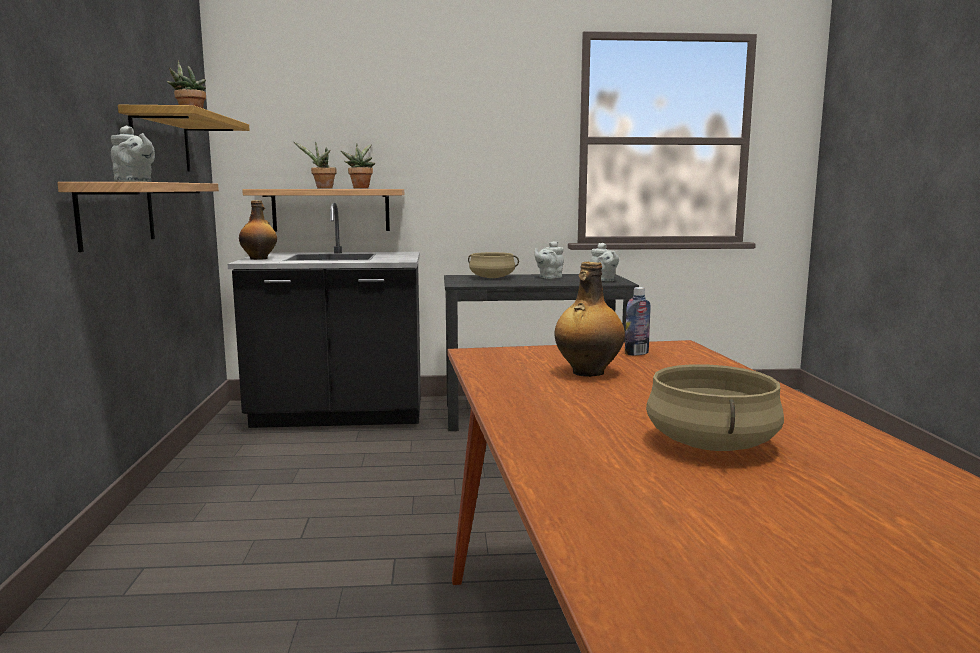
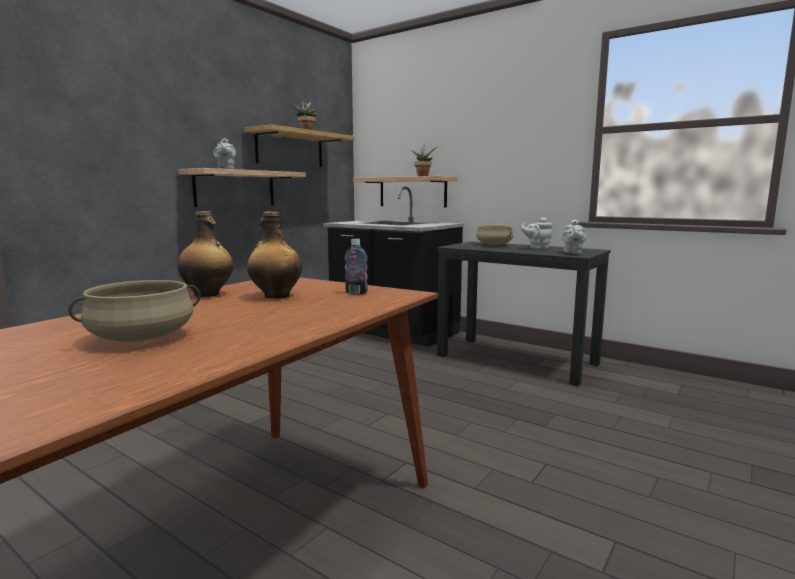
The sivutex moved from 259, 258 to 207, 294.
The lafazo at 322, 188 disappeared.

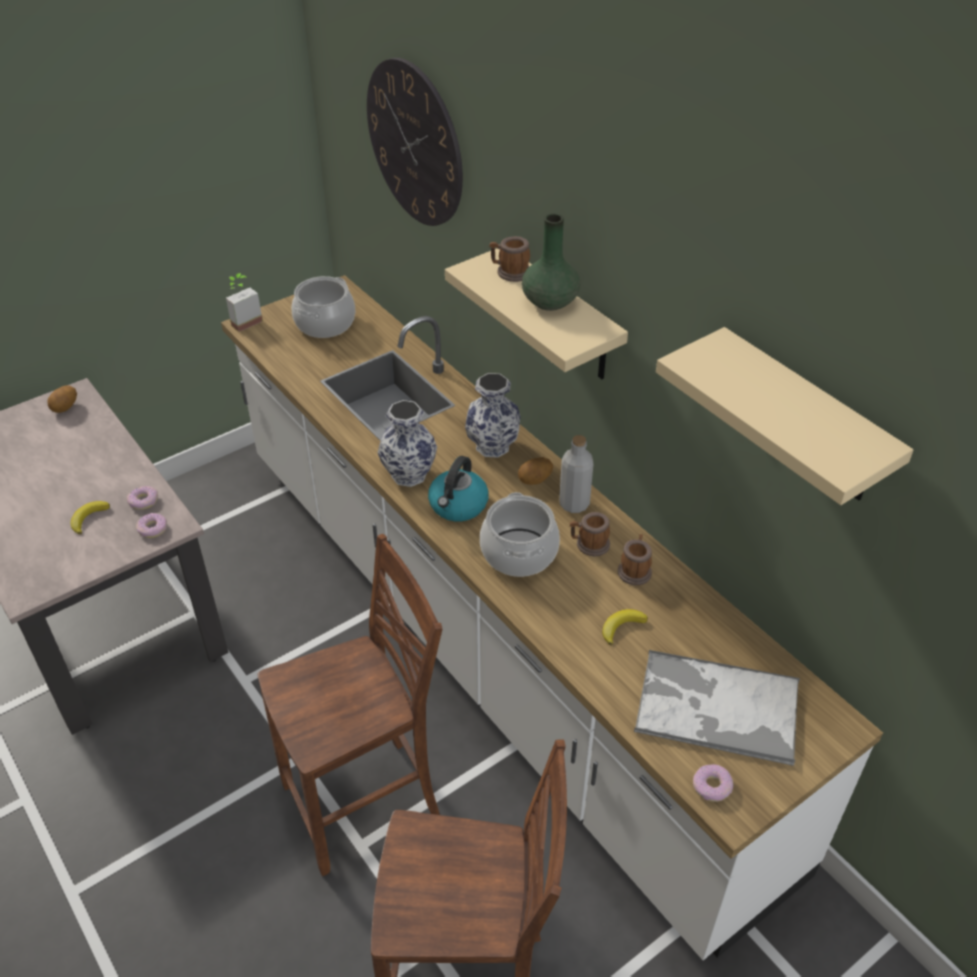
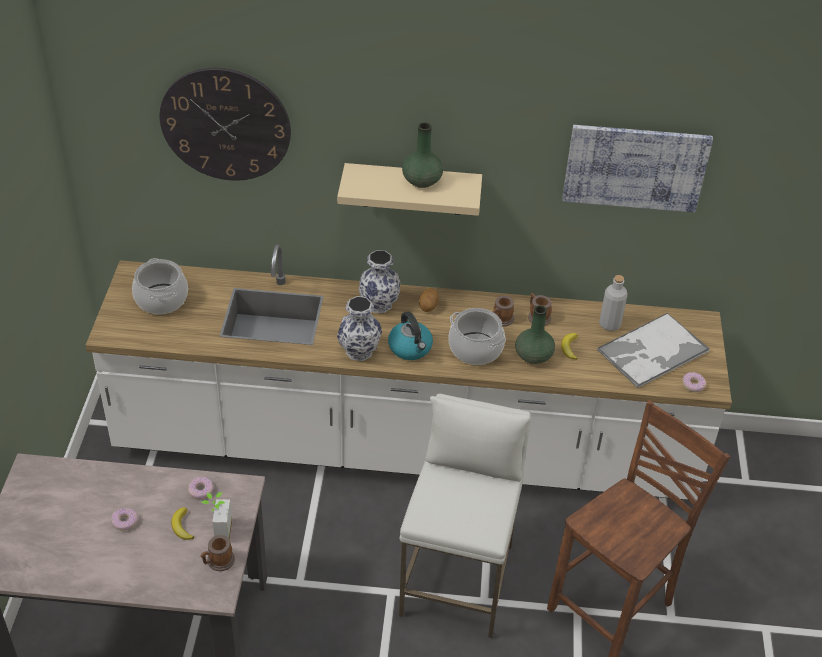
The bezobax at 66, 408 disappeared.
The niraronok moved from 152, 529 to 125, 522.
The lafazo moved from 243, 321 to 217, 531.
The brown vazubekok at 366, 803 was replaced by the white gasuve at 458, 579.
The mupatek moved from 510, 272 to 218, 562.
The grey sivutex moved from 574, 504 to 609, 324.
The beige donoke at 803, 419 was replaced by the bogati at 635, 167.
The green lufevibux at 533, 356 appeared.

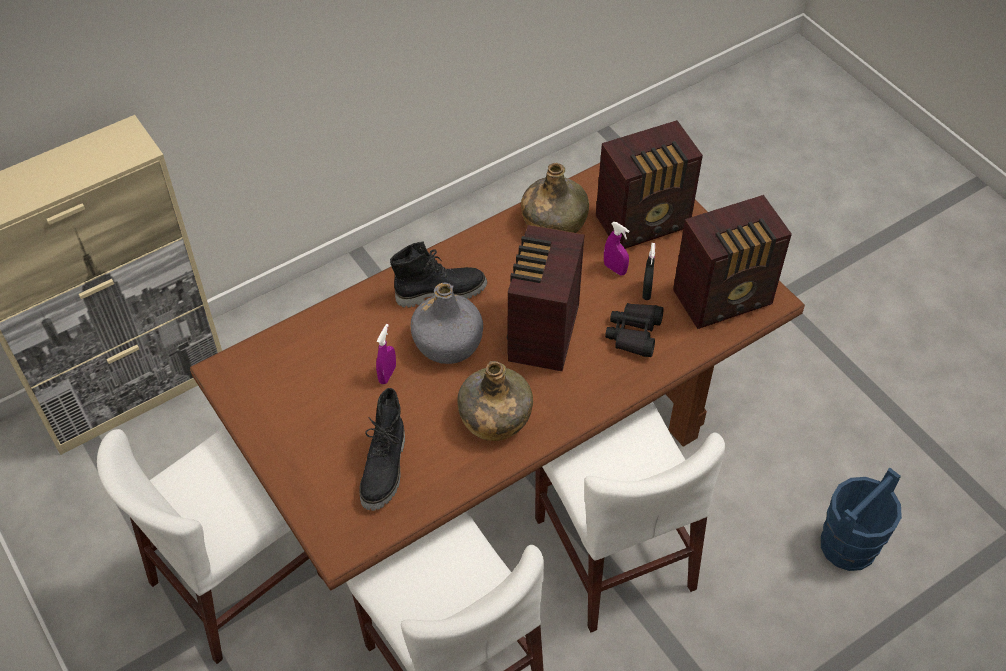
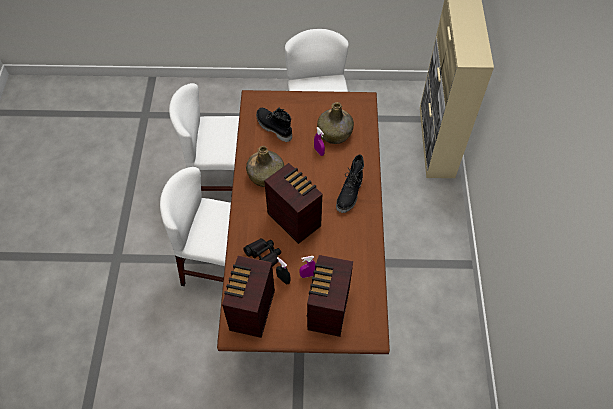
The grey sivutex at 448, 342 disappeared.
The green sivutex moved from 554, 222 to 335, 133.
The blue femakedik at 849, 545 disappeared.

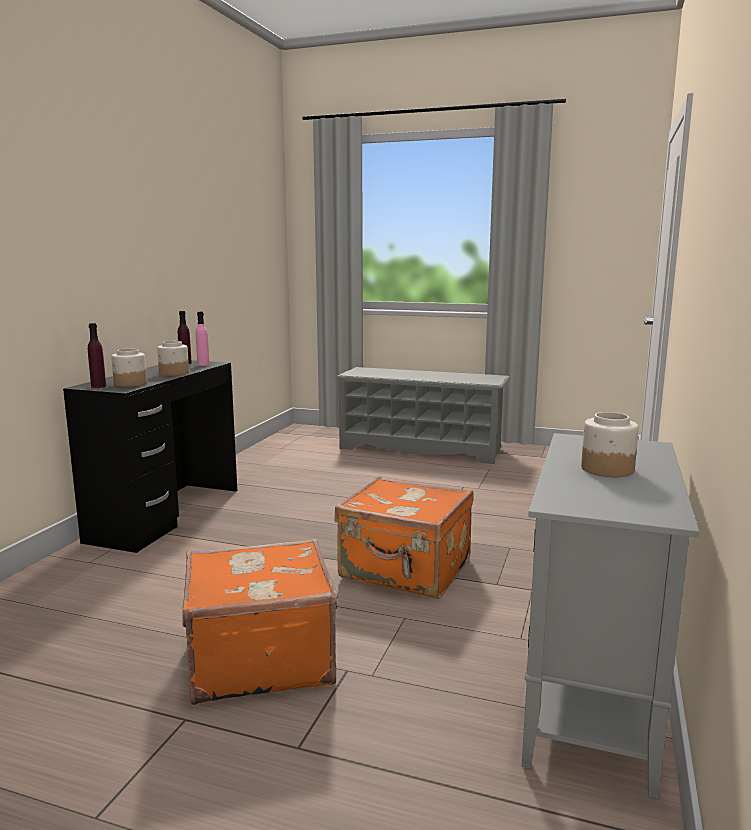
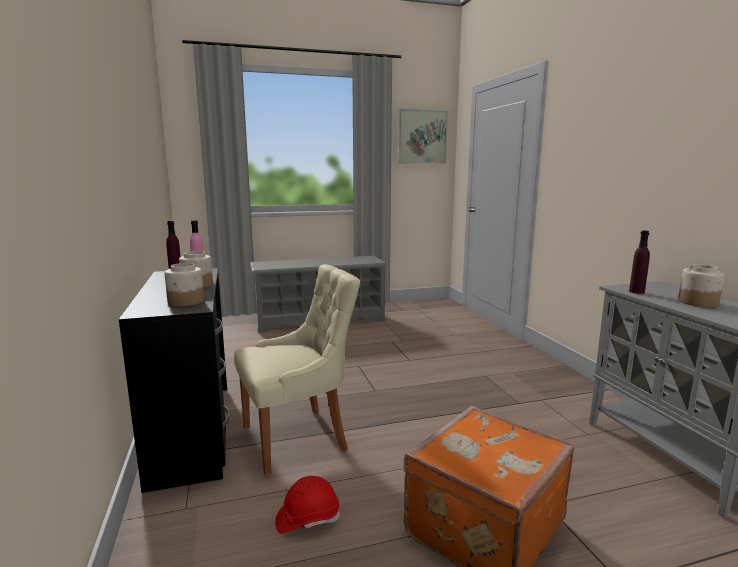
The purple sivutex moved from 98, 386 to 636, 292.
The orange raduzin at 405, 571 disappeared.
The beige vazubekok at 298, 437 appeared.
The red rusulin at 307, 518 appeared.
The bogati at 422, 137 appeared.

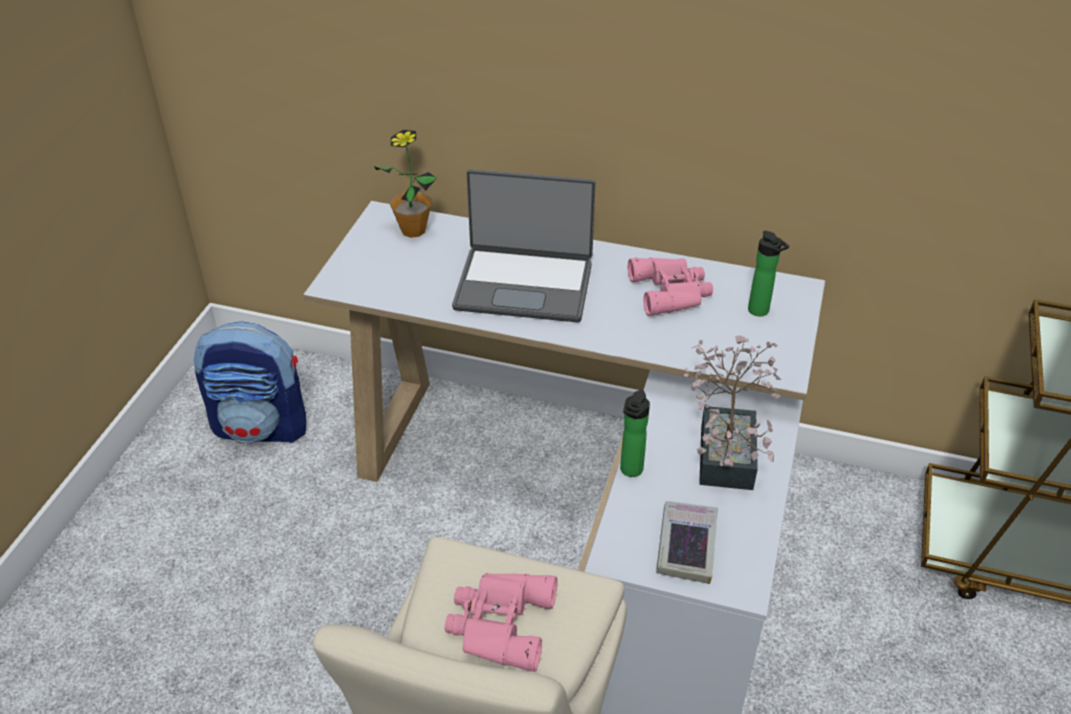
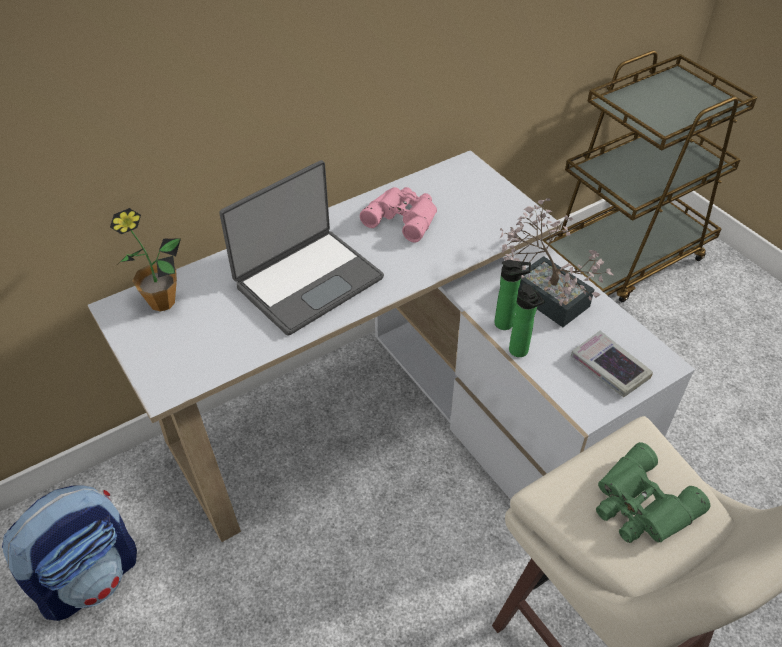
The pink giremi at 498, 624 became the green giremi at 640, 506.
The sivutex moved from 760, 312 to 507, 324.

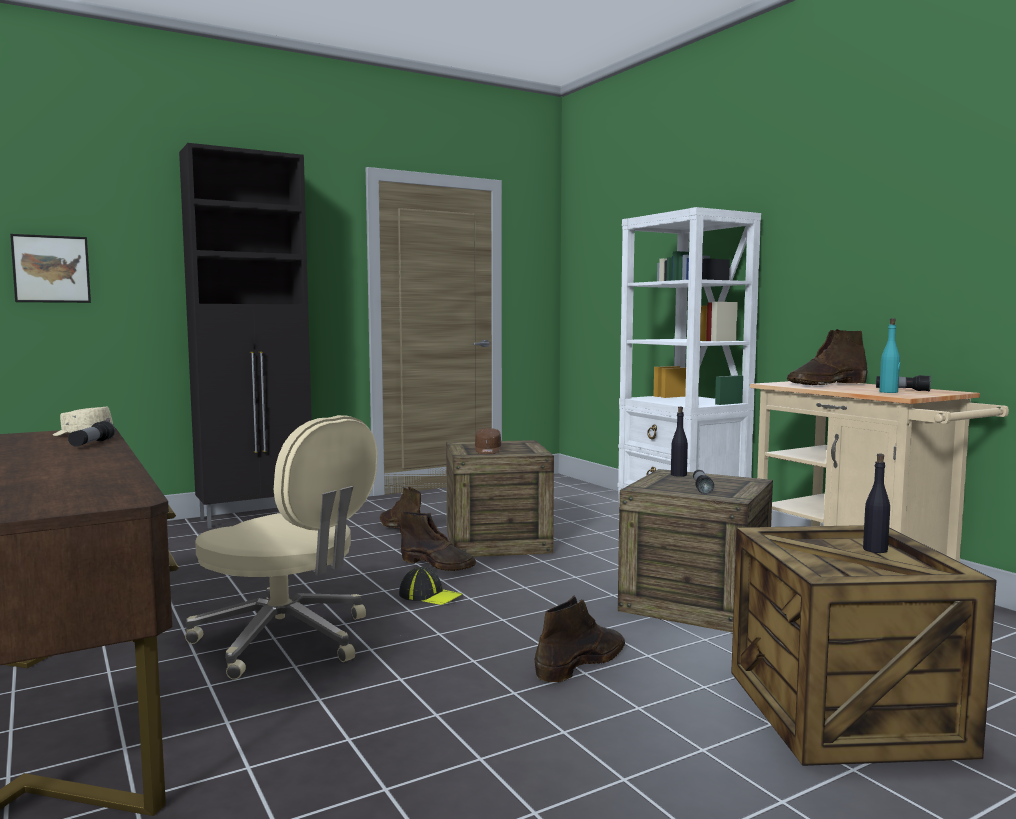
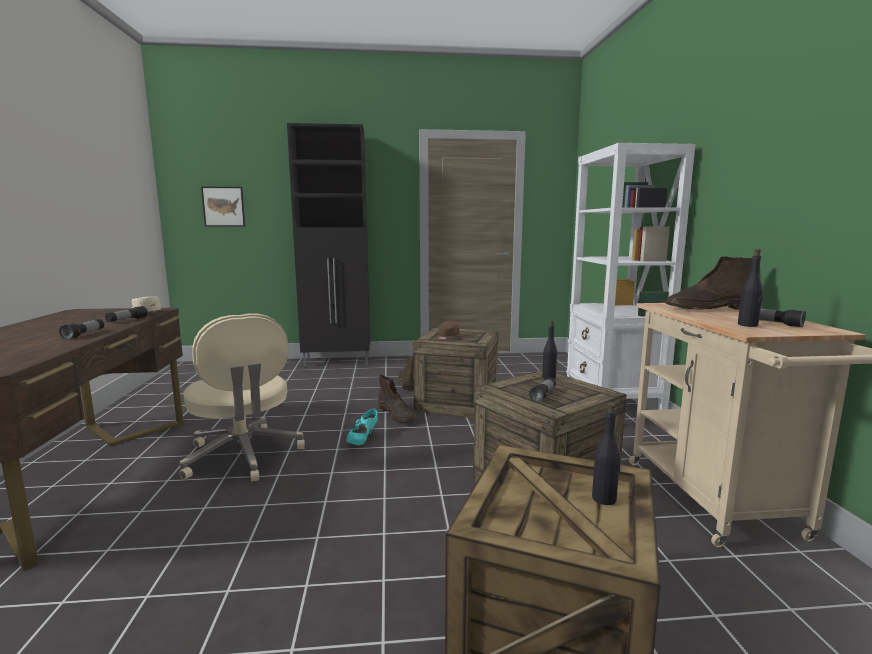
The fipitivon at 430, 595 was replaced by the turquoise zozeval at 362, 439.
The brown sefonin at 581, 662 disappeared.
The turquoise sivutex at 888, 392 became the black sivutex at 748, 325.
The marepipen at 84, 334 appeared.

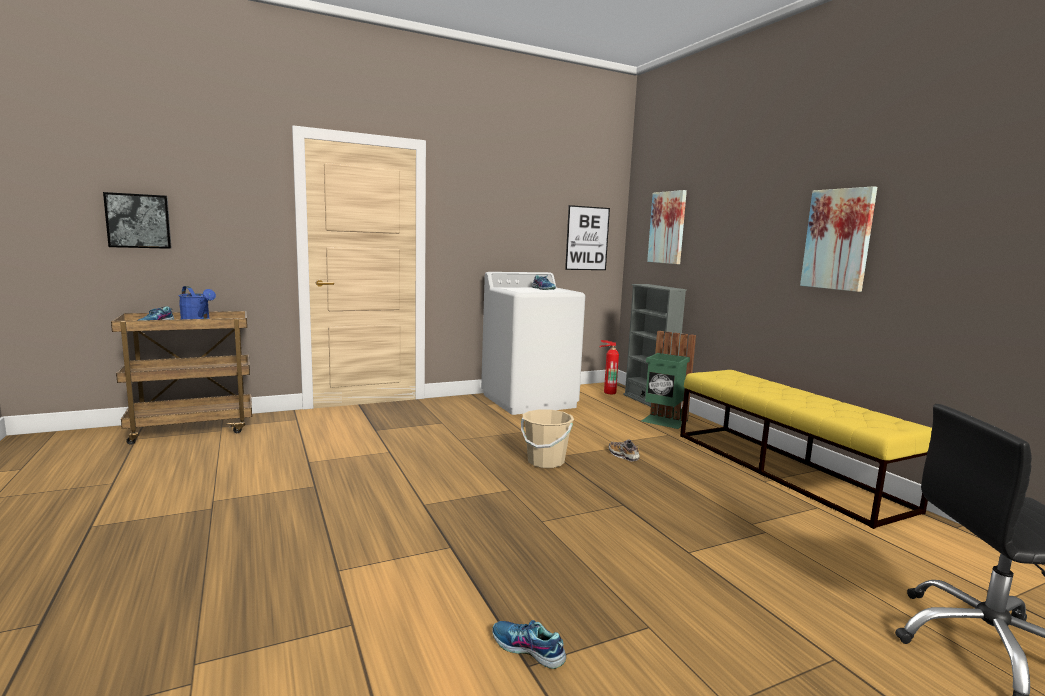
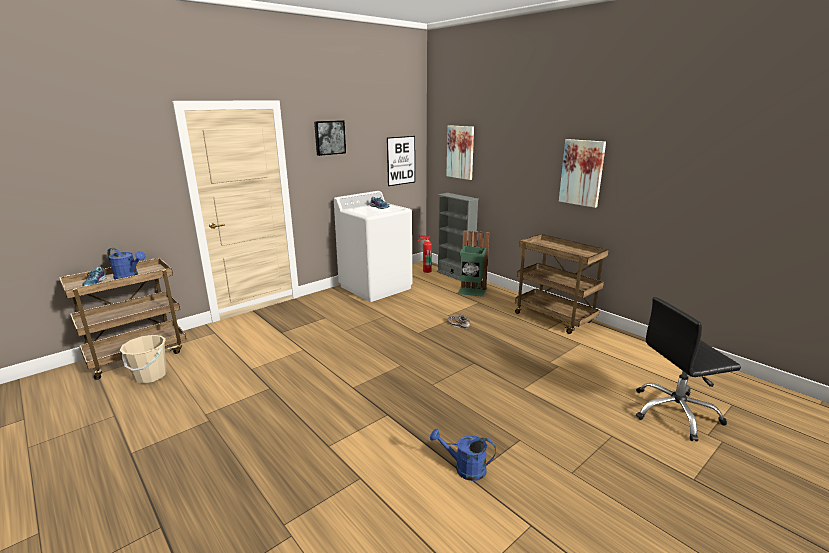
The bogati moved from 138, 221 to 329, 137.
The zozeval at 527, 650 was replaced by the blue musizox at 464, 468.
The beige femakedik moved from 545, 461 to 150, 376.
The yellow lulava at 785, 469 was replaced by the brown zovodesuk at 555, 318.

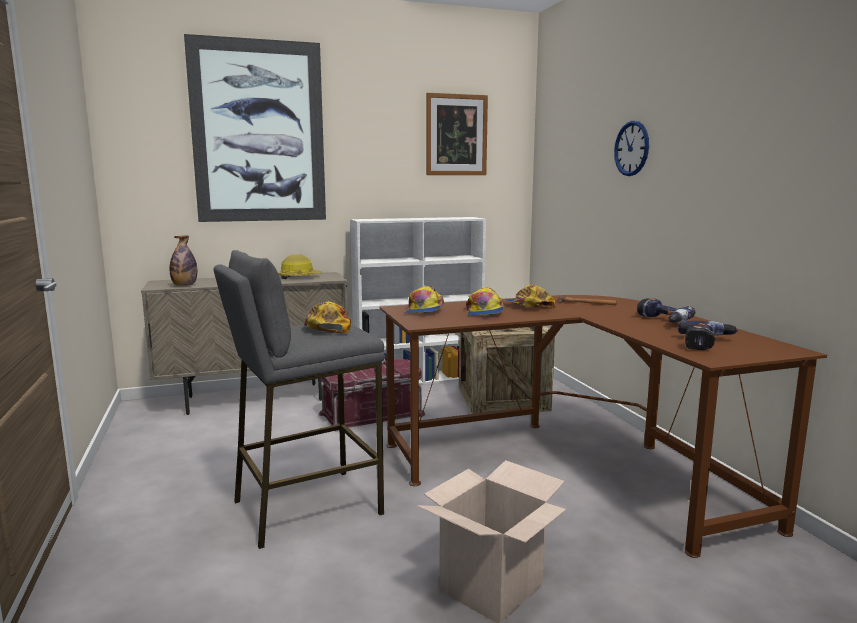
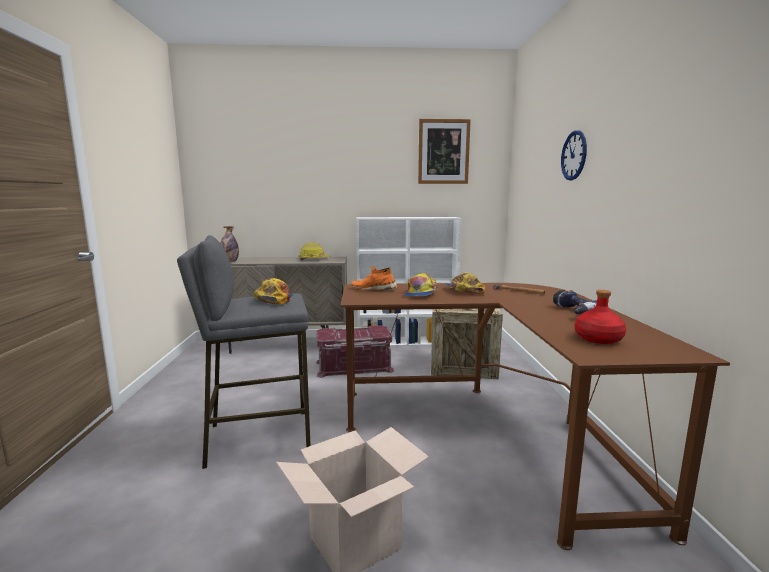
The bogati at 259, 132 disappeared.
The fipitivon at 424, 310 was replaced by the orange zozeval at 374, 289.
The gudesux at 707, 344 was replaced by the red sivutex at 598, 339.

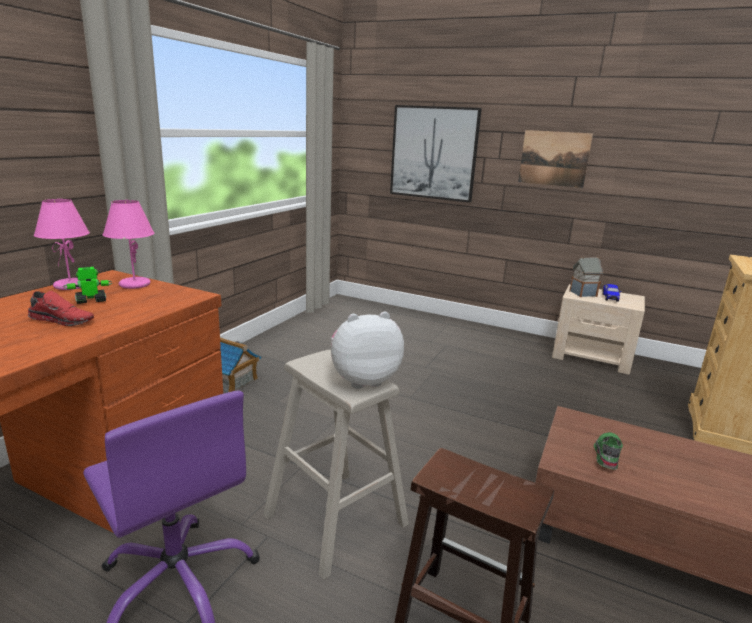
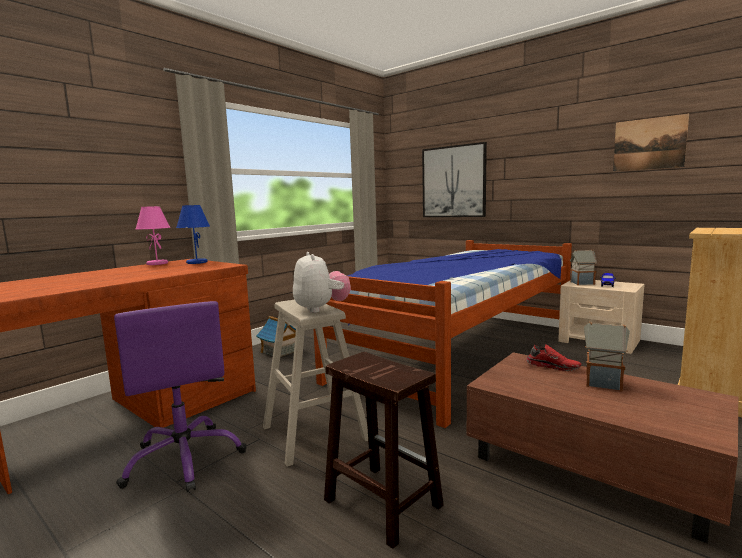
The red zozeval moved from 63, 320 to 552, 366.
The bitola at 90, 301 disappeared.
The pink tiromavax at 134, 284 became the blue tiromavax at 196, 262.
The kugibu at 363, 380 turned 75 degrees clockwise.
The bogati moved from 554, 158 to 649, 144.
The green zozeval at 606, 454 disappeared.
The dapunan at 458, 352 appeared.
The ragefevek at 602, 382 appeared.

